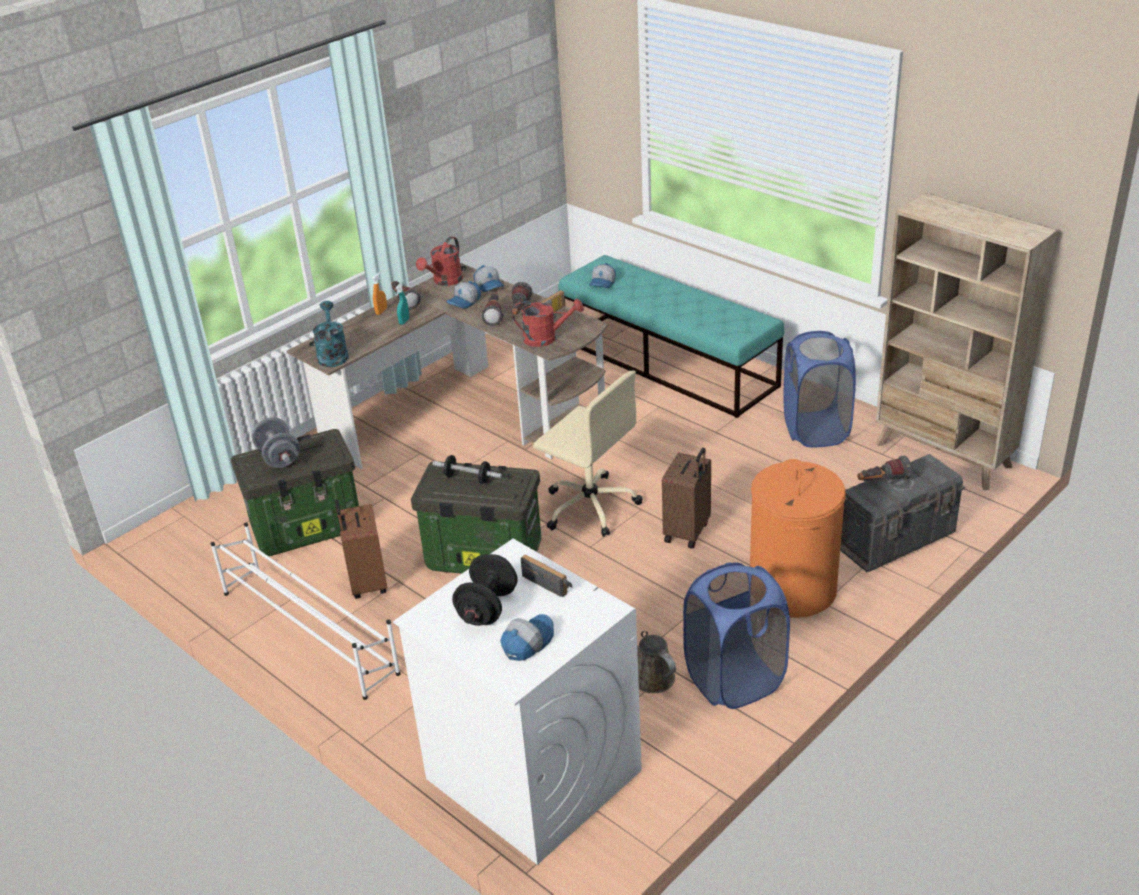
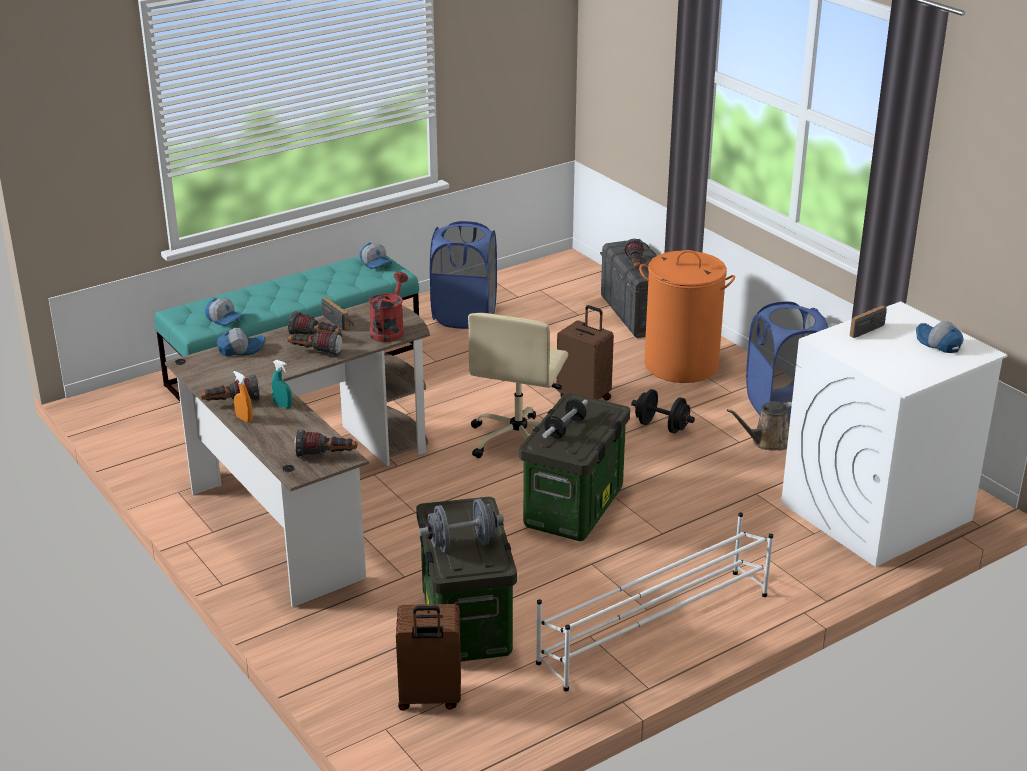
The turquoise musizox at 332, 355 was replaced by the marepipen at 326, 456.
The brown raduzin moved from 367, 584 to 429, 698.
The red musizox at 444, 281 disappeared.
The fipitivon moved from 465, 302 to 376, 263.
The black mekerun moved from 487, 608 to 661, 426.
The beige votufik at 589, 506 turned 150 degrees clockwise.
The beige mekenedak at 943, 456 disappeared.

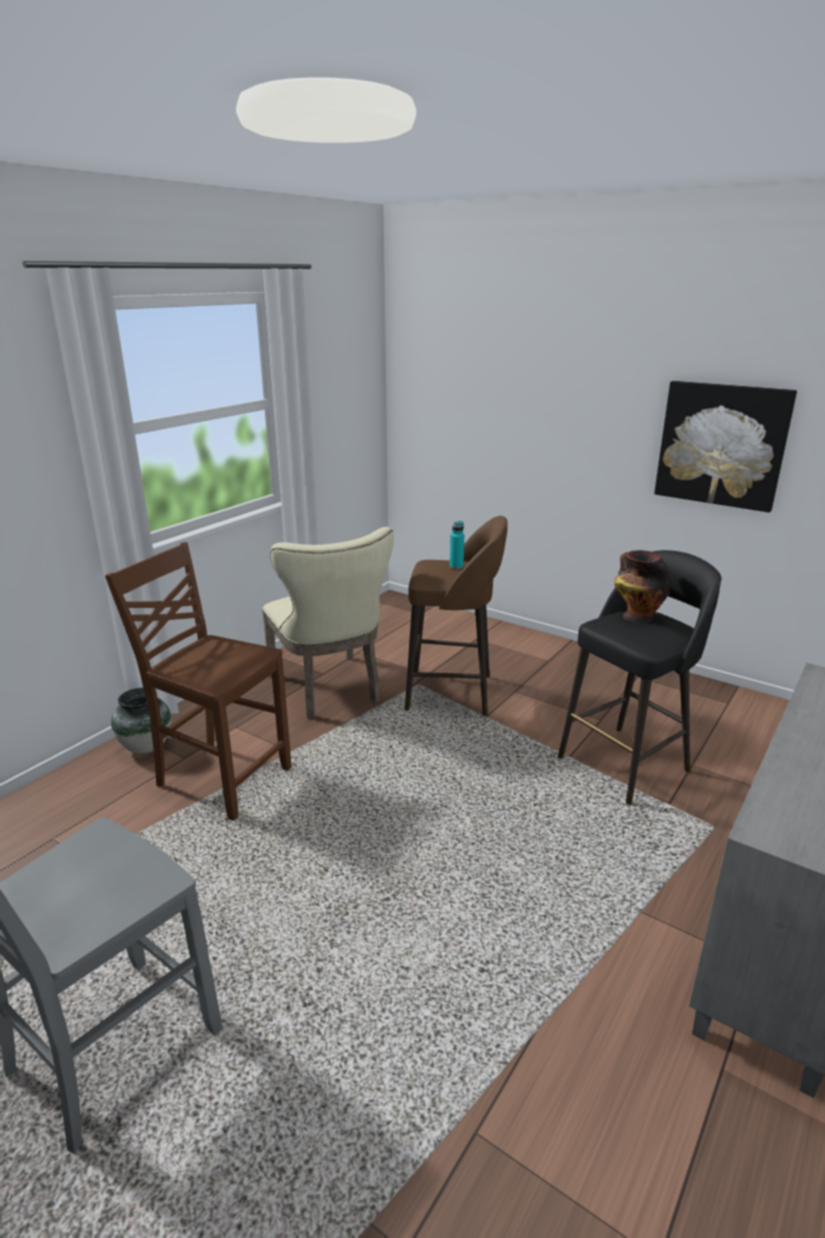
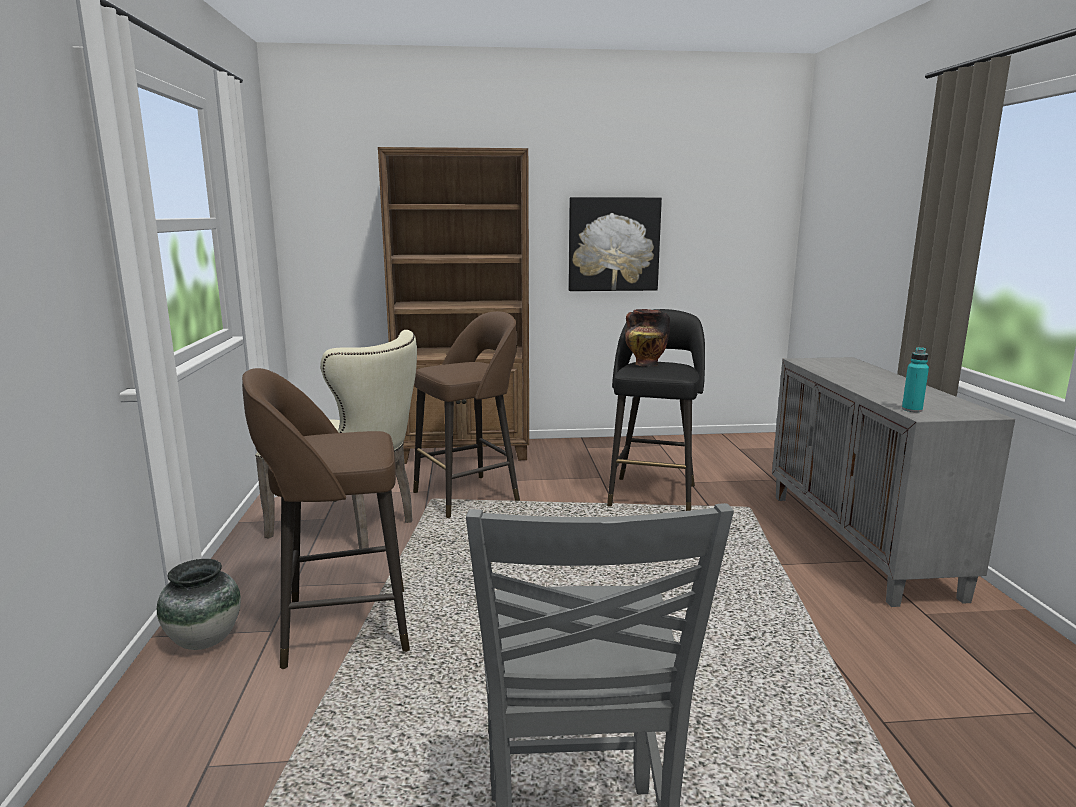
The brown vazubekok at 221, 777 was replaced by the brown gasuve at 342, 627.
The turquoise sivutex moved from 456, 566 to 912, 410.
The brown mekenedak at 464, 452 appeared.

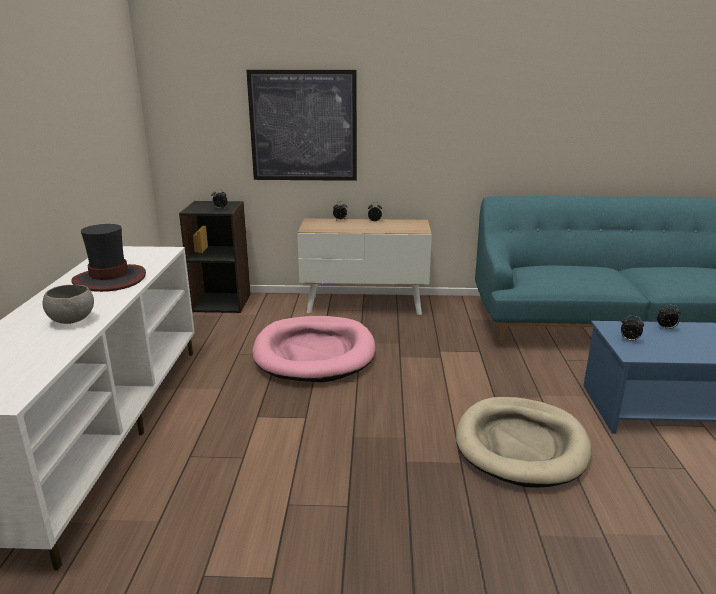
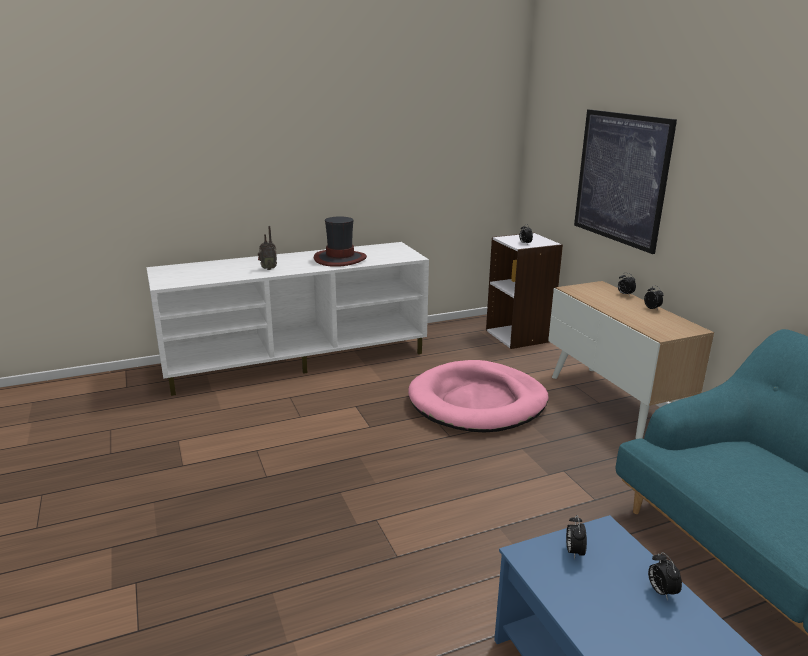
The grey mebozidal at 72, 320 was replaced by the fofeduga at 268, 268.
The black mekenedak at 222, 302 became the white mekenedak at 519, 336.
The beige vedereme at 521, 445 disappeared.

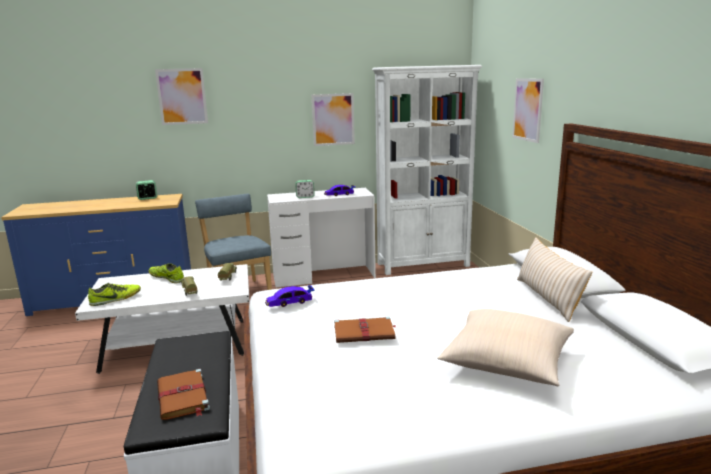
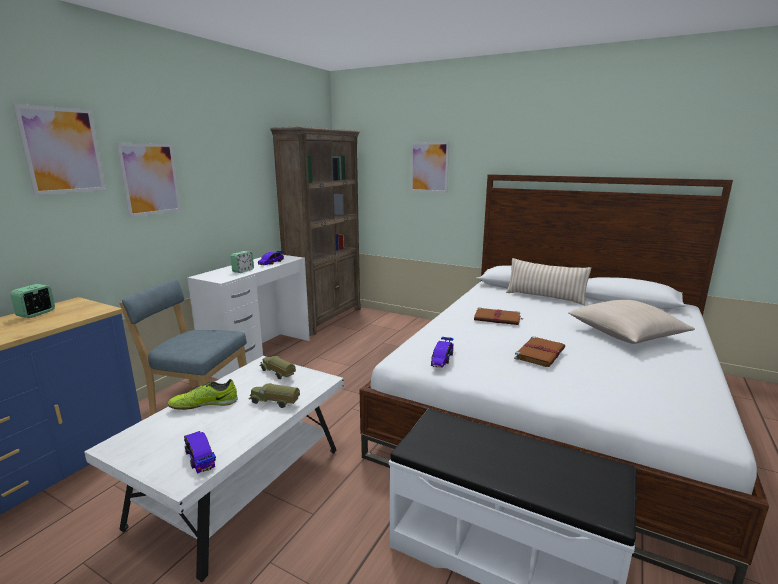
The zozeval at 116, 299 was replaced by the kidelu at 199, 456.
The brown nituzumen moved from 183, 397 to 498, 318.
The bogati moved from 333, 119 to 150, 179.
The white mekenedak at 423, 264 became the brown mekenedak at 326, 318.

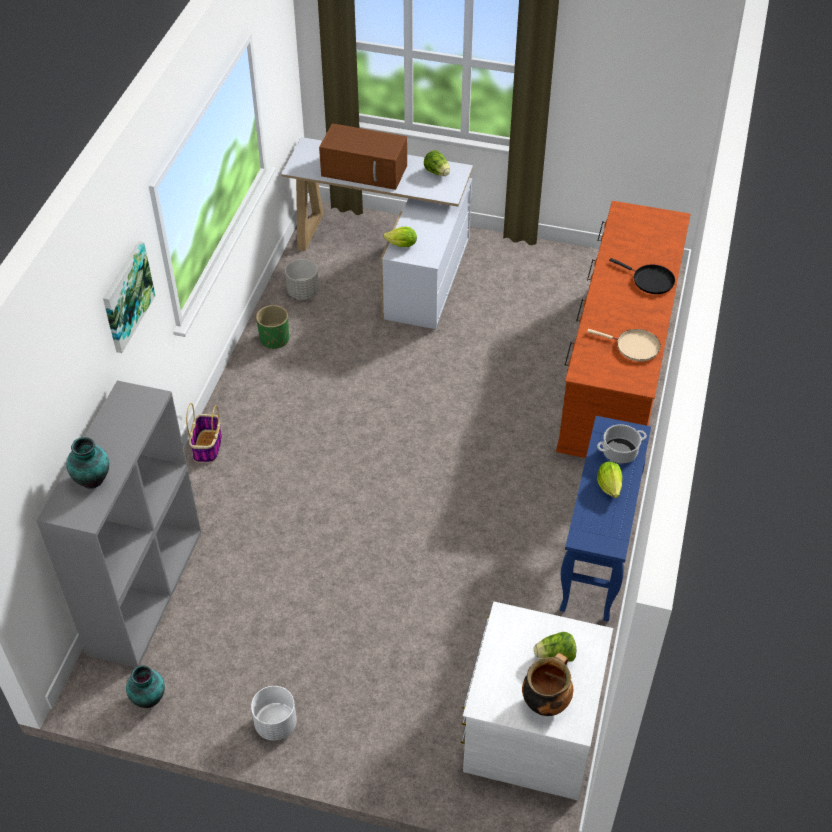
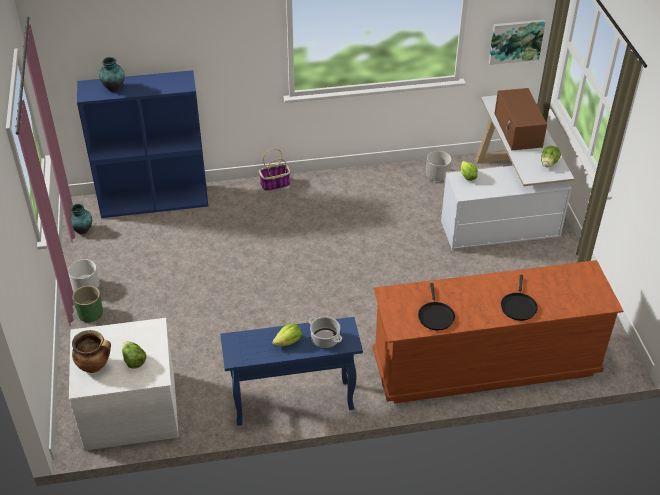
The grey mekenedak at 145, 590 became the blue mekenedak at 155, 200.
The bogati moved from 126, 296 to 516, 41.
The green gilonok moved from 274, 339 to 90, 314.
The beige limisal at 634, 347 became the black limisal at 435, 316.

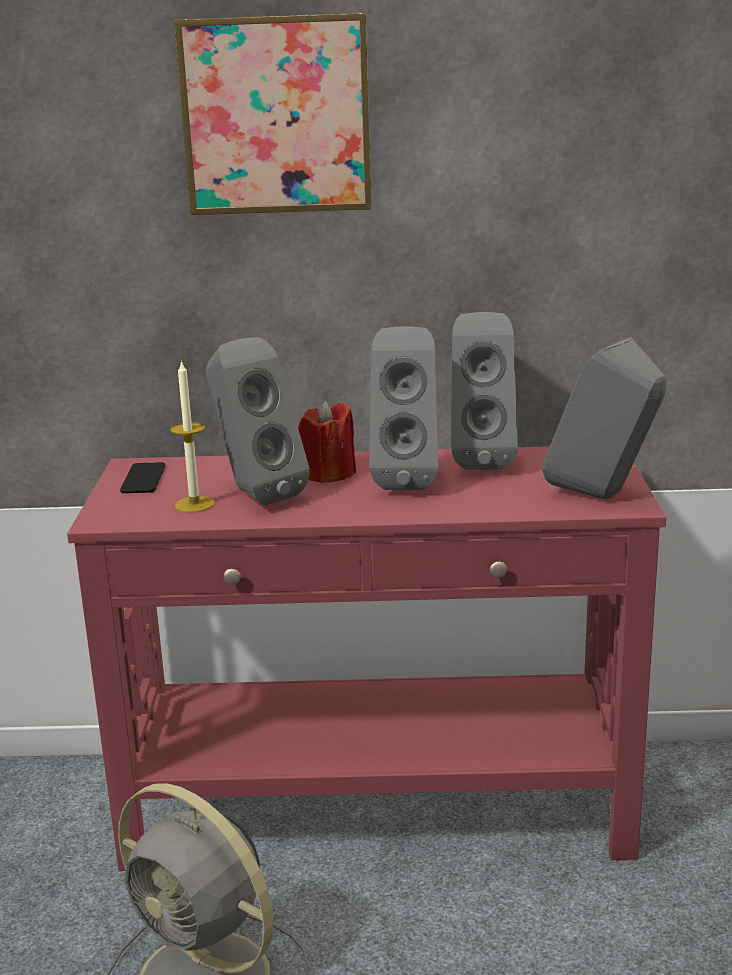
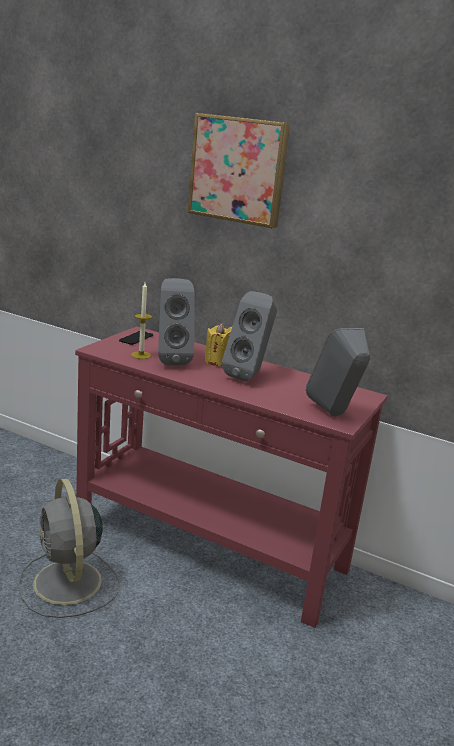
The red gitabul at 329, 474 became the yellow gitabul at 218, 361.
The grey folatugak at 481, 460 disappeared.

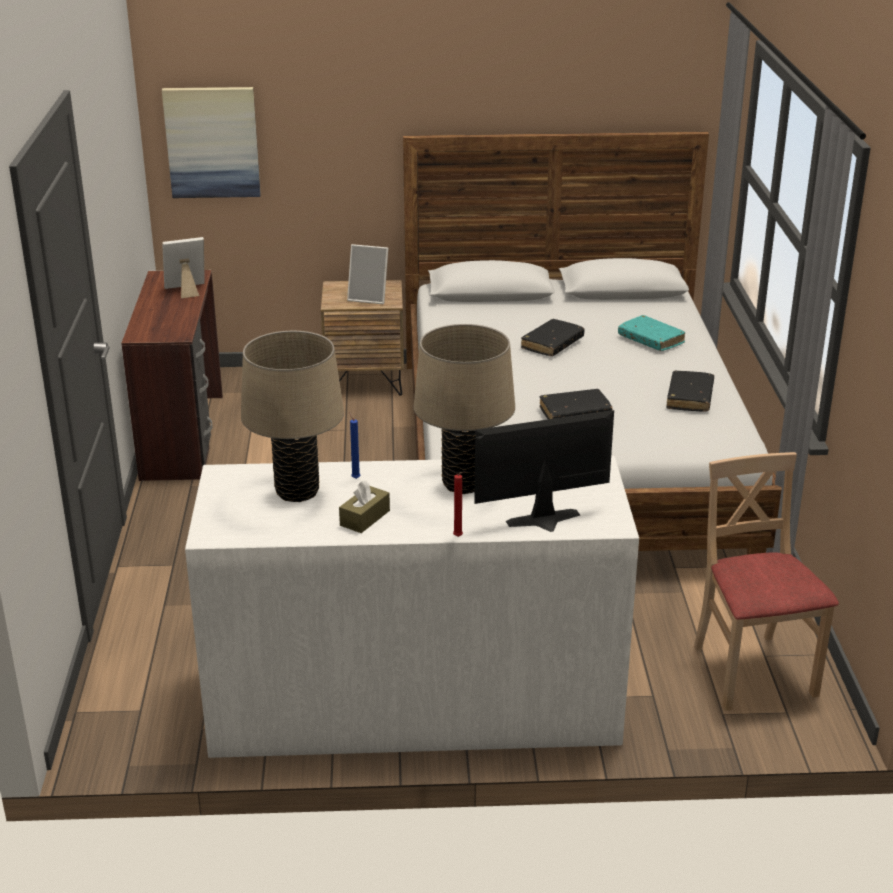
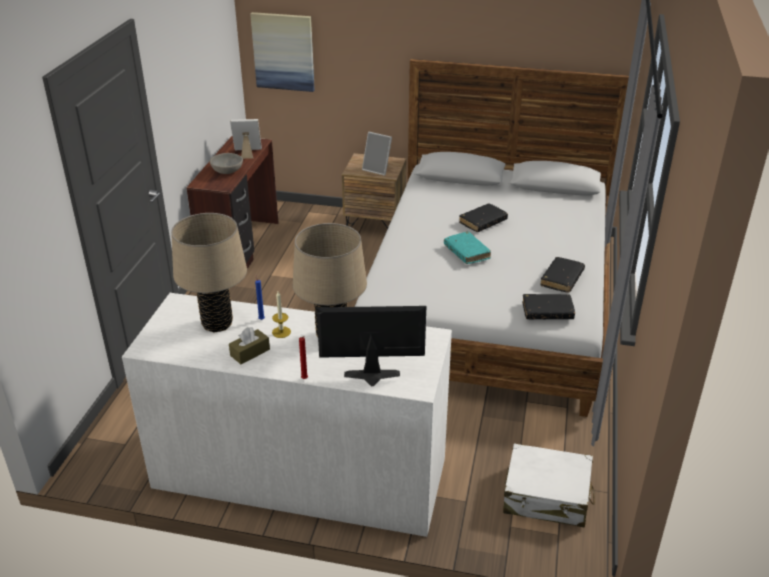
The black nituzumen moved from 575, 414 to 547, 312.
The turquoise nituzumen moved from 651, 340 to 466, 252.
The beige vazubekok at 752, 671 was replaced by the white raduzin at 547, 496.
The grey mebozidal at 228, 171 appeared.
The gitabul at 281, 332 appeared.

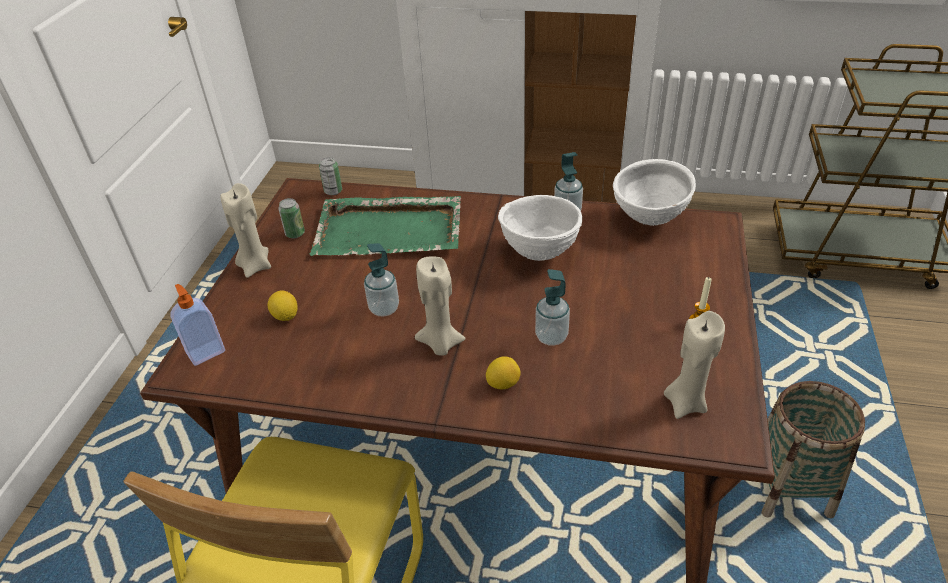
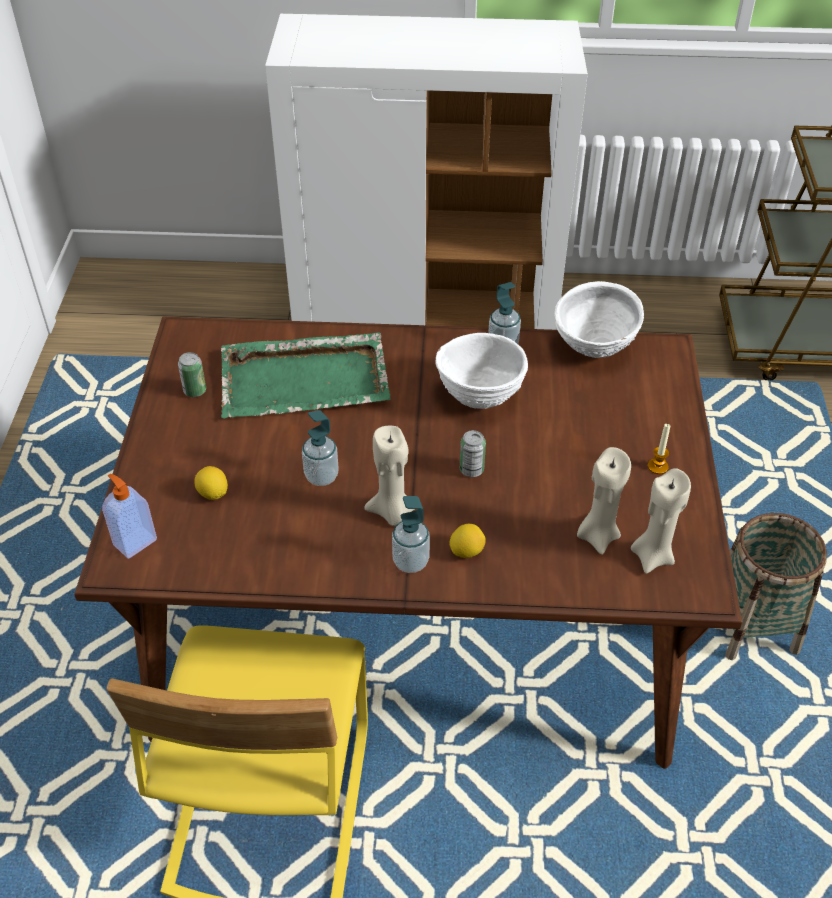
The beige gitabul moved from 255, 266 to 597, 536.
The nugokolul moved from 333, 191 to 471, 470.
The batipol moved from 551, 337 to 410, 561.

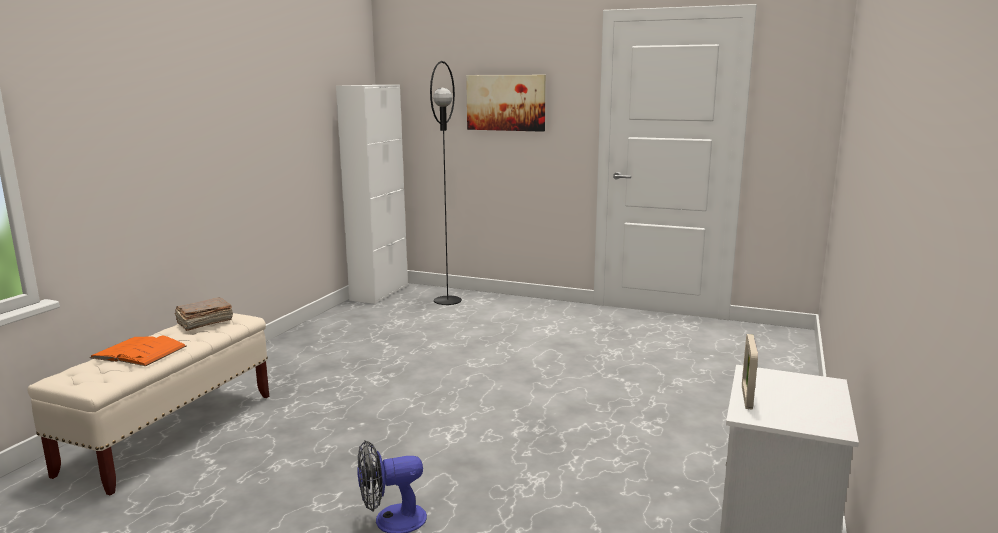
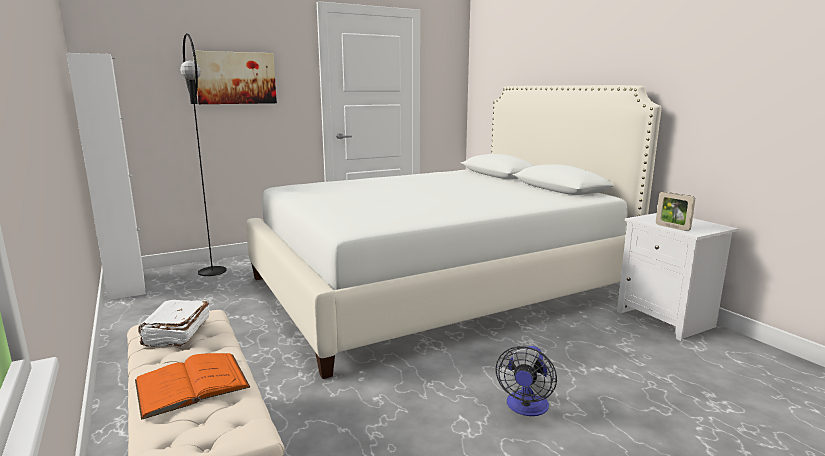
The brown nituzumen at 204, 323 became the white nituzumen at 176, 333.
The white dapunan at 437, 286 appeared.

